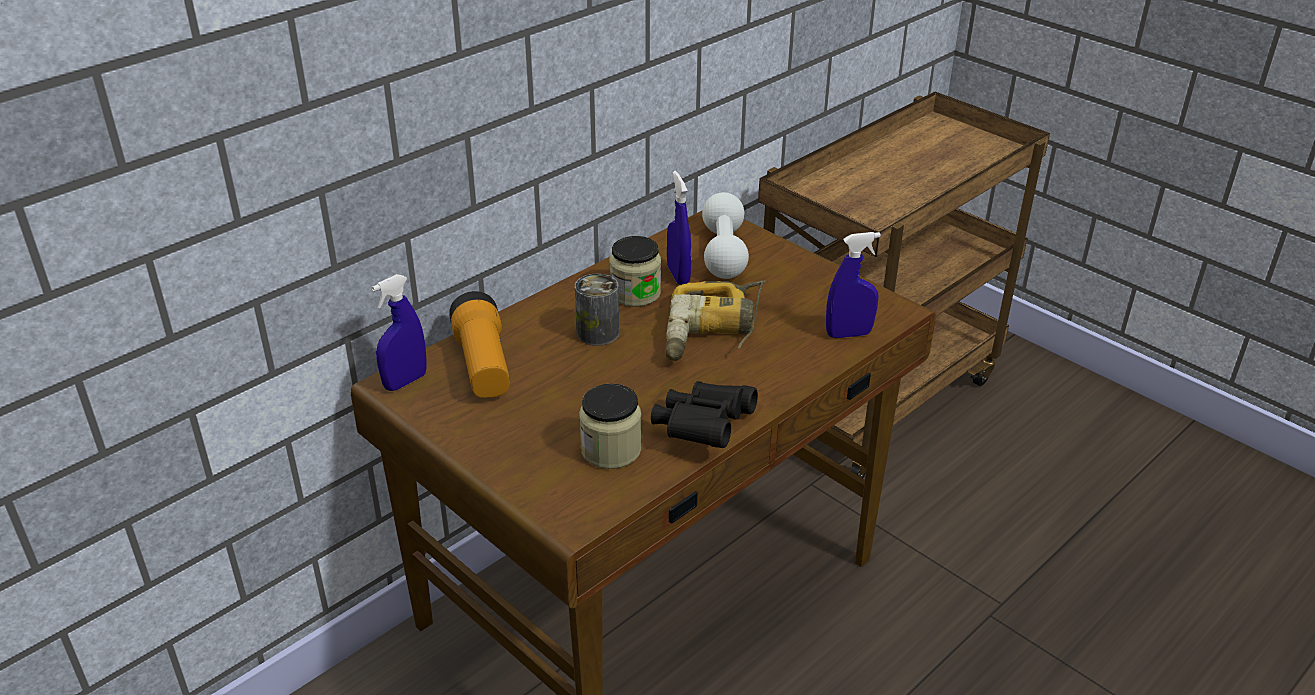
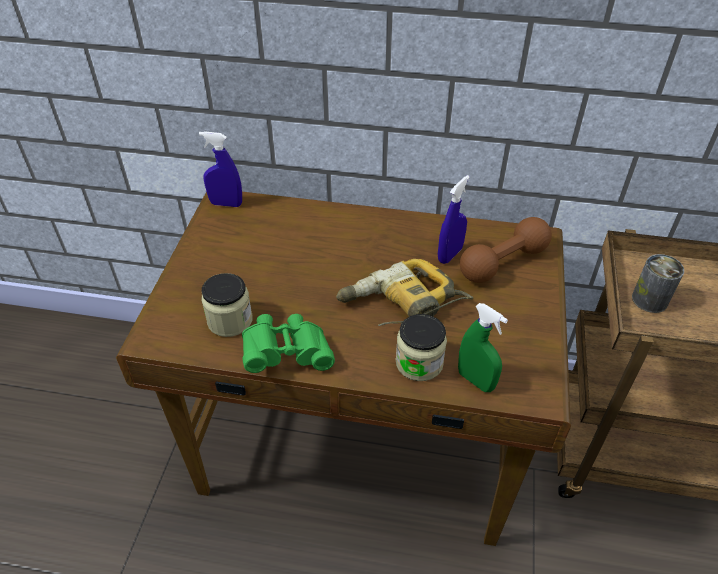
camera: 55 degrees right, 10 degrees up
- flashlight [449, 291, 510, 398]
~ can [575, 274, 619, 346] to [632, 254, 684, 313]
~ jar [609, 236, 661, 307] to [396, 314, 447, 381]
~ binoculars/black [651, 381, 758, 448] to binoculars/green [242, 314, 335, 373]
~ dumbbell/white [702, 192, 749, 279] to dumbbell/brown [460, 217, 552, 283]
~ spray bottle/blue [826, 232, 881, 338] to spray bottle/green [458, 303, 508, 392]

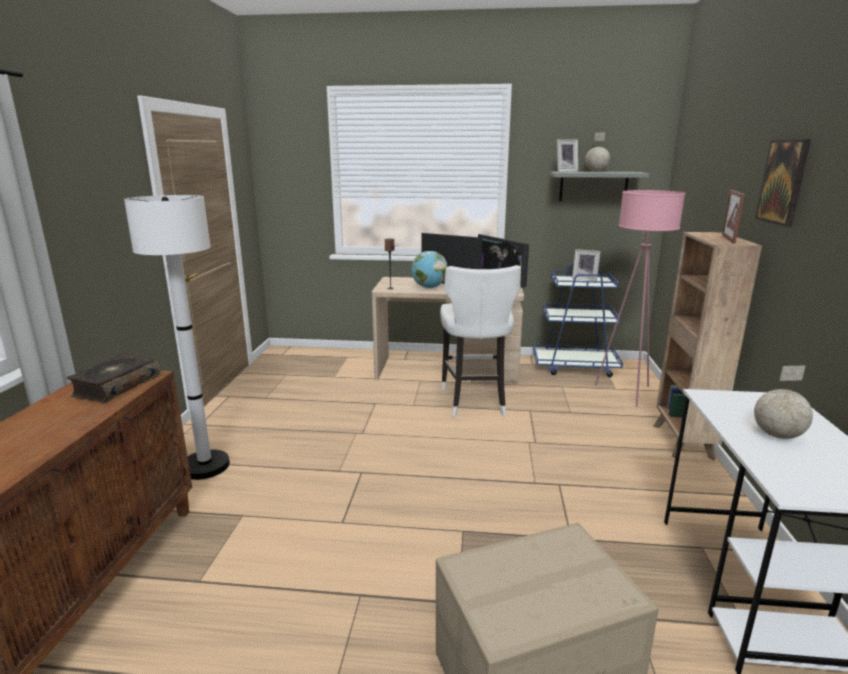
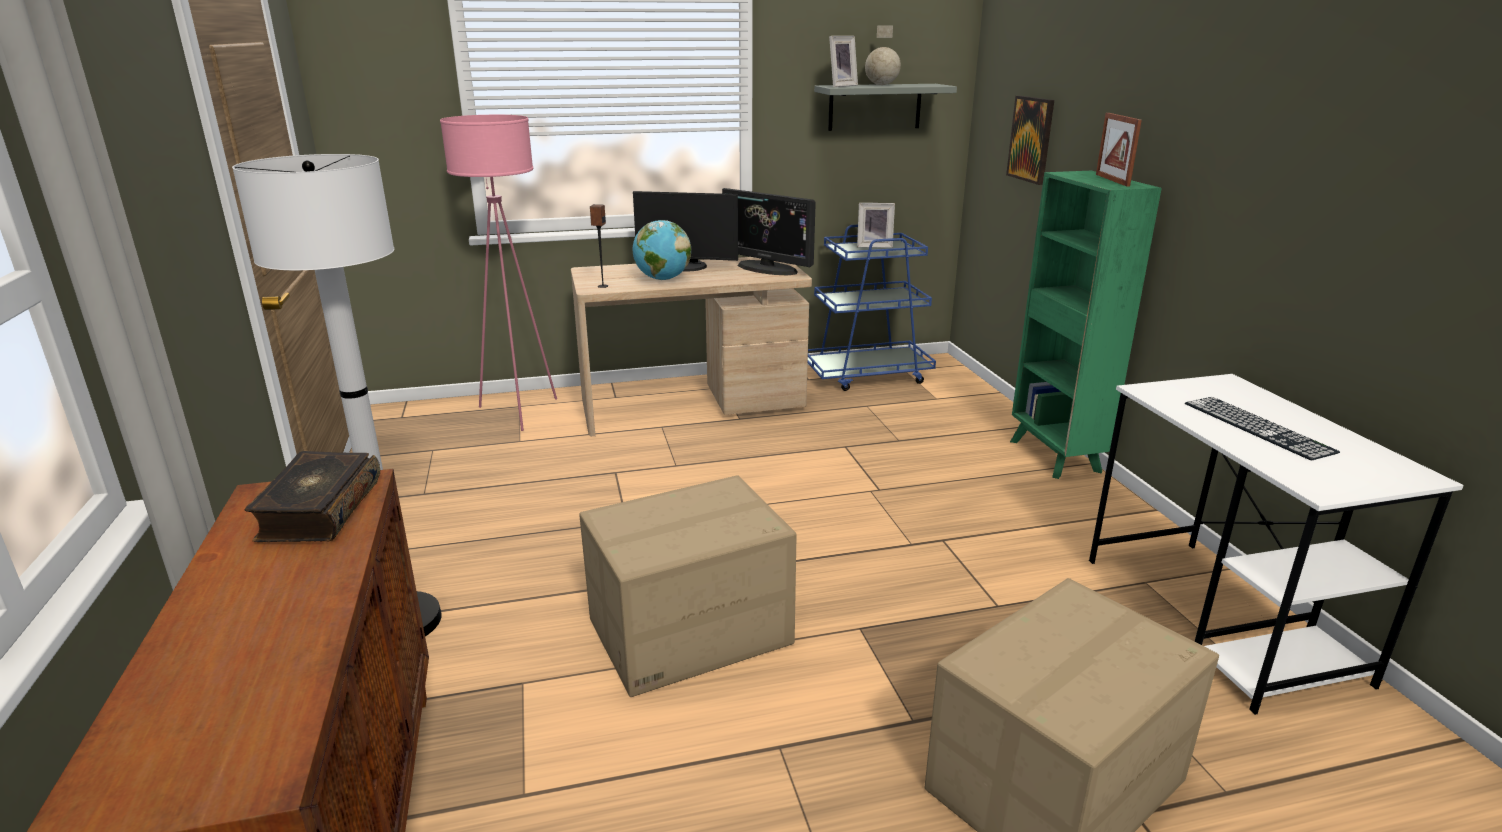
camera: 20 degrees left, 5 degrees up
- stool/white [440, 265, 521, 417]
~ floor lamp/pink [595, 190, 685, 407] to [440, 115, 557, 431]
~ bookcase/brown [653, 232, 762, 460] to bookcase/green [1010, 171, 1162, 479]
~ globe [754, 366, 813, 439] to keyboard [1185, 397, 1340, 460]
~ picture [755, 139, 811, 227] to [1006, 96, 1054, 185]
+ cardboard box [579, 475, 797, 697]

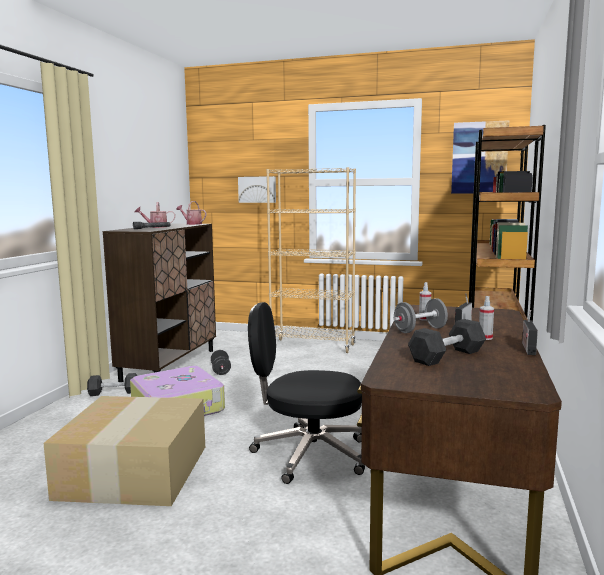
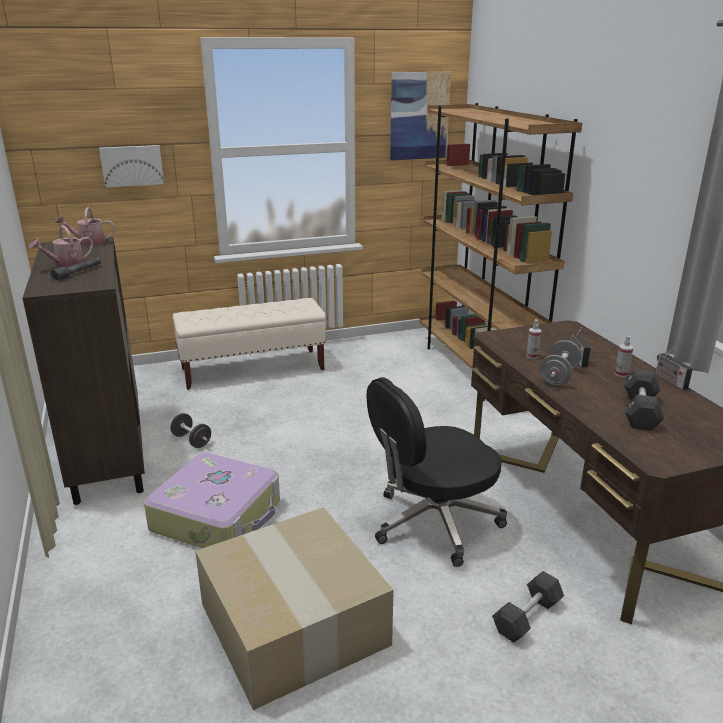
camera: 35 degrees left, 15 degrees up
~ dumbbell/black [87, 373, 138, 396] to [492, 571, 564, 643]
~ bookcase/beige [266, 167, 356, 353] to bench/beige [173, 298, 326, 390]

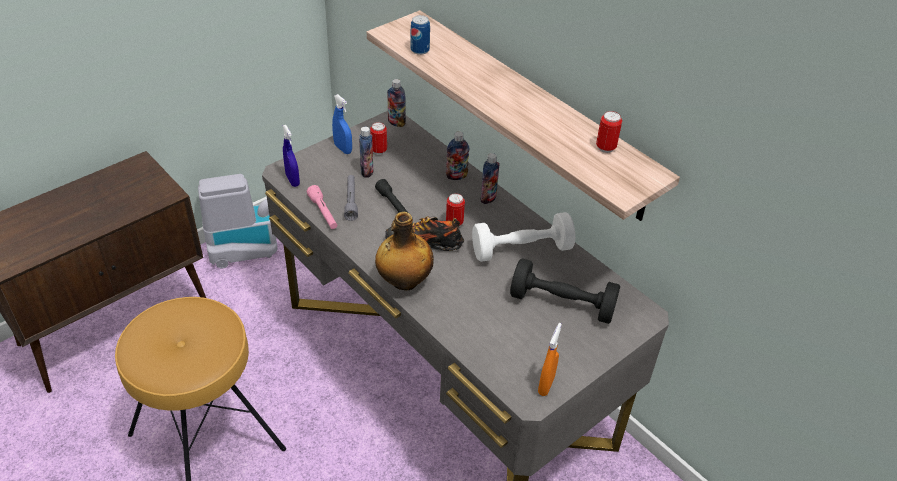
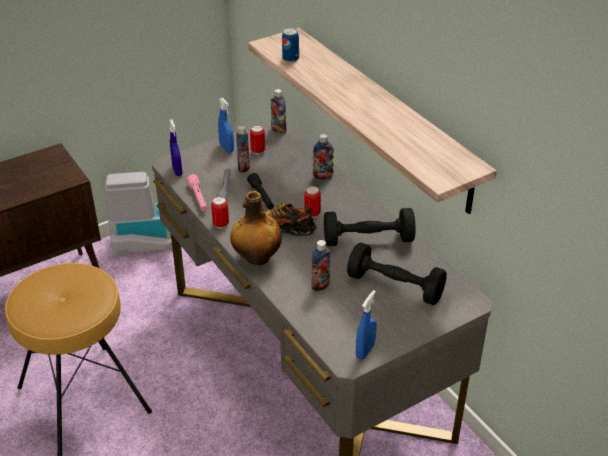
camera: 10 degrees right, 5 degrees down
~ dumbbell/white [472, 212, 575, 262] to dumbbell/black [324, 208, 416, 246]
~ bottle [480, 153, 500, 204] to [312, 240, 330, 291]
~ spray bottle/orange [538, 323, 562, 396] to spray bottle/blue [356, 290, 377, 359]
~ can [596, 111, 622, 153] to [211, 196, 229, 229]

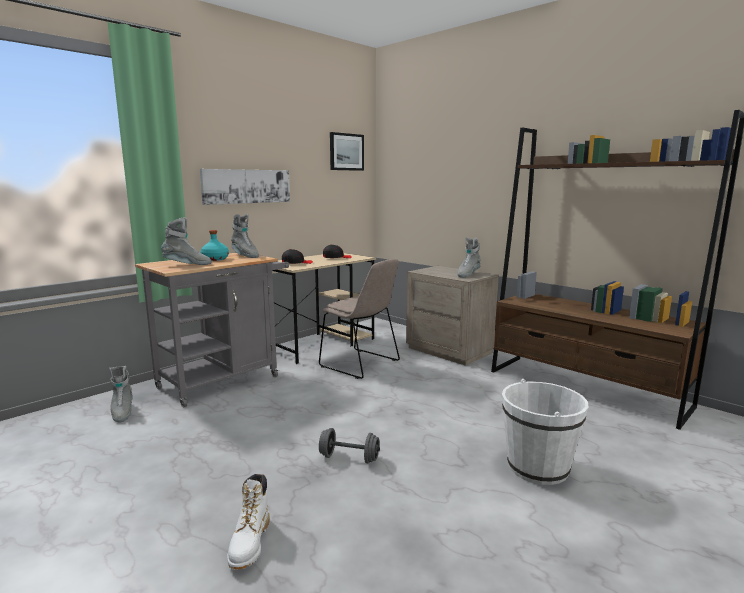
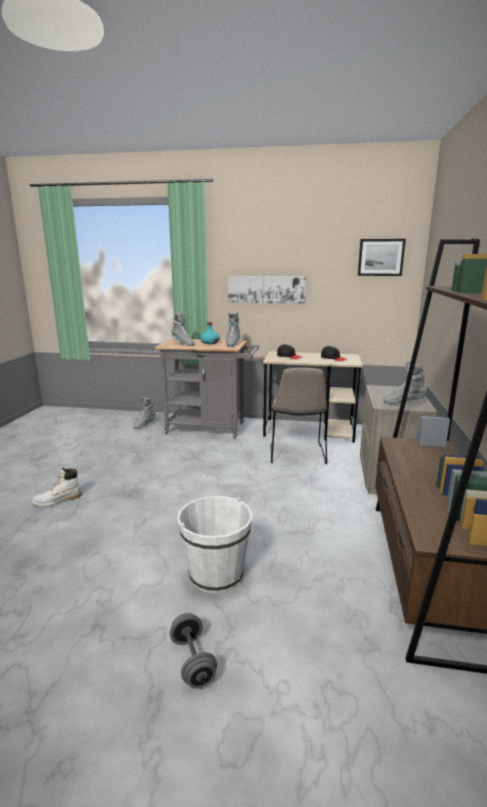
camera: 55 degrees right, 5 degrees up
~ dumbbell/grey [319, 428, 380, 463] to [170, 613, 217, 689]

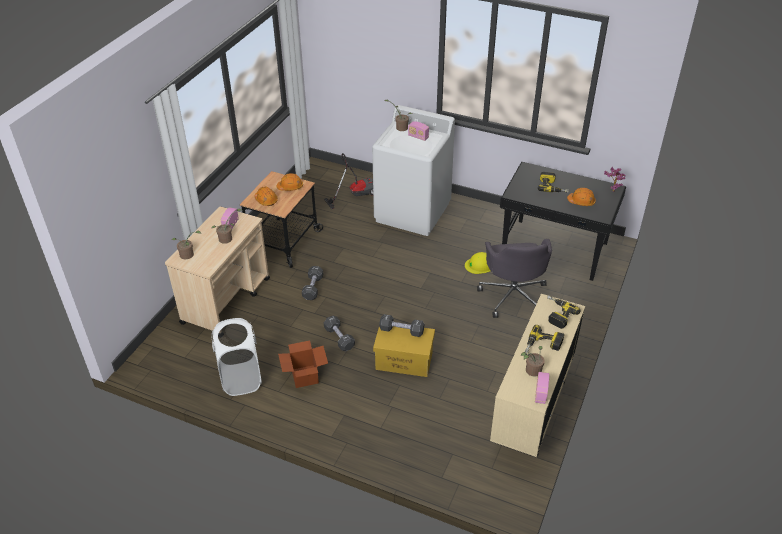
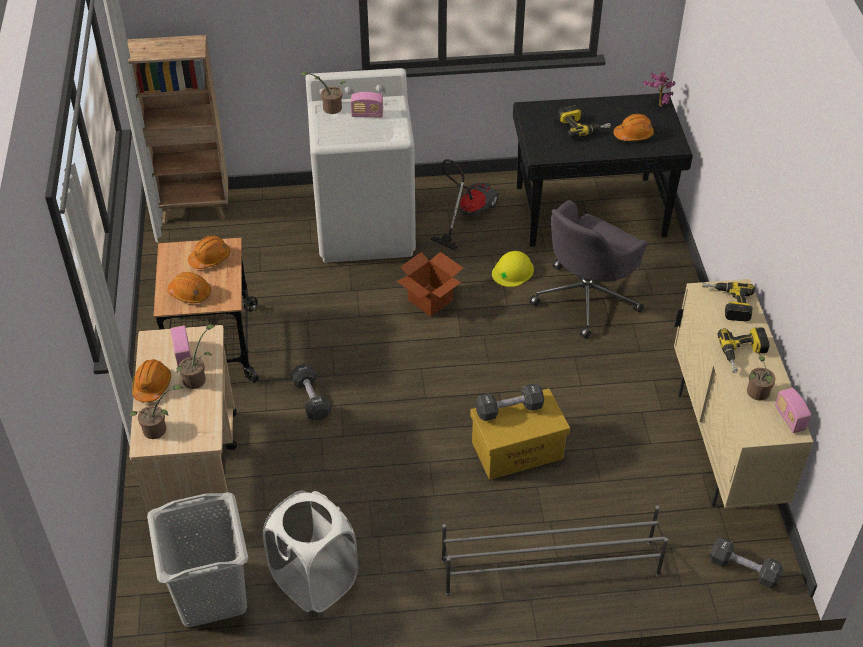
camera: 30 degrees left, 5 degrees up
~ cardboard box [278, 341, 328, 388] to [397, 252, 463, 317]
~ vacuum cleaner [324, 153, 373, 209] to [430, 159, 500, 251]
~ dumbbell/black [324, 316, 355, 351] to [709, 537, 783, 589]
~ office chair/grey [477, 239, 552, 318] = [529, 200, 648, 339] 75 degrees clockwise
+ bookcase/brown [127, 35, 228, 224]
+ hard hat/orange [132, 359, 171, 403]
+ laundry basket/grey [147, 492, 248, 627]
+ shoe rack/grey [442, 506, 668, 596]

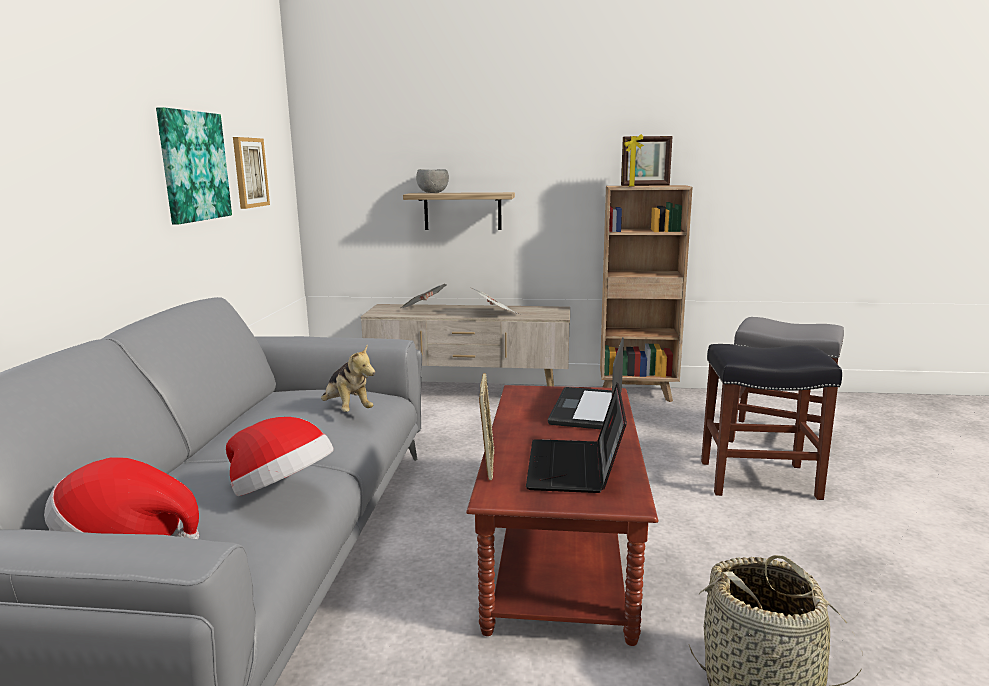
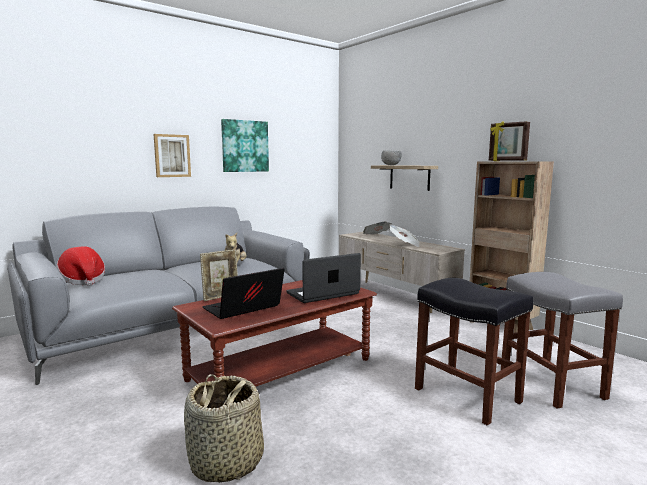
camera: 45 degrees right, 5 degrees down
- hat [226, 417, 334, 496]
~ picture [233, 137, 270, 209] to [154, 134, 191, 177]

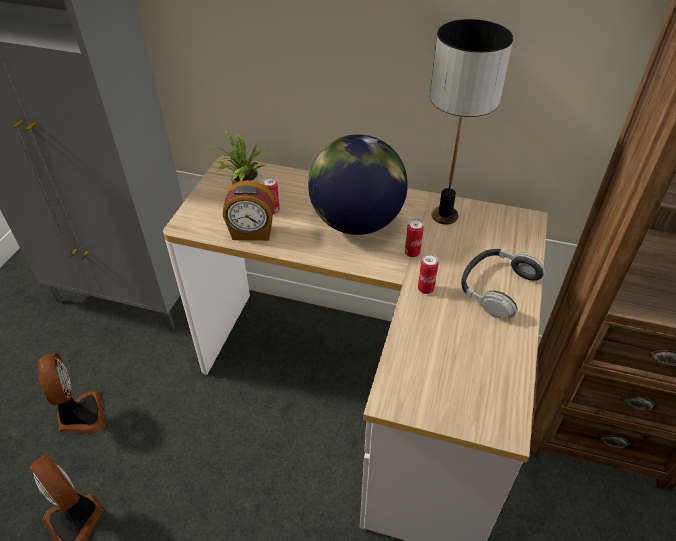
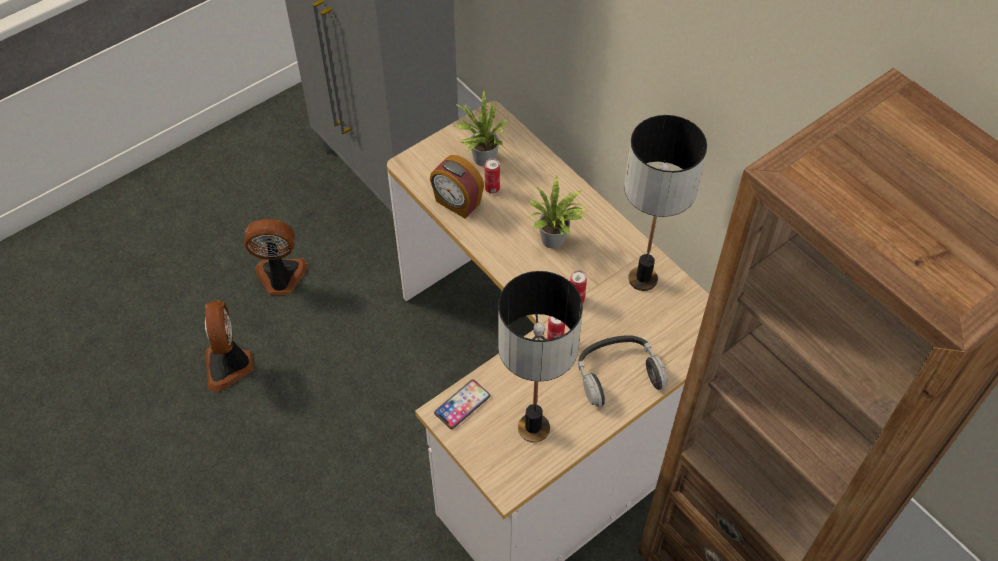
camera: 35 degrees right, 10 degrees up
~ fan [38, 353, 106, 434] = [244, 219, 308, 295] 105 degrees counterclockwise
~ globe [308, 134, 408, 235] to potted plant [527, 176, 591, 249]
+ phone [434, 379, 491, 429]
+ table lamp [498, 271, 583, 443]

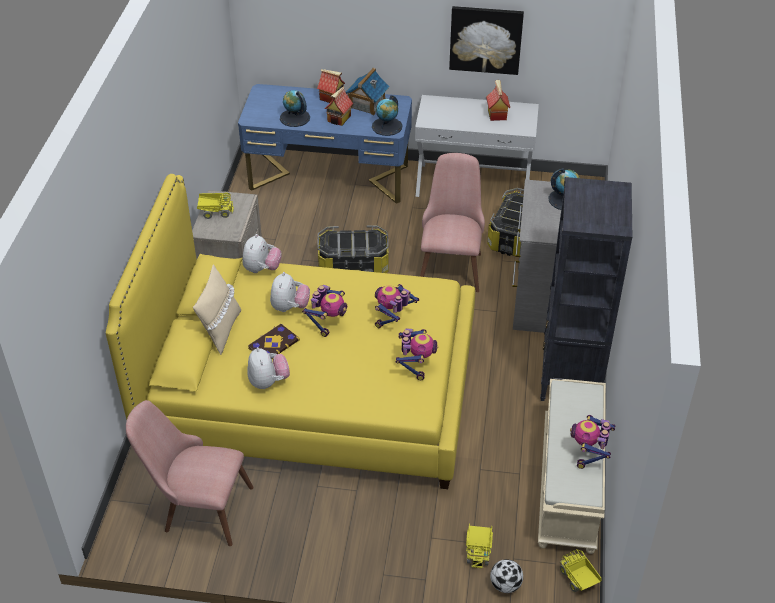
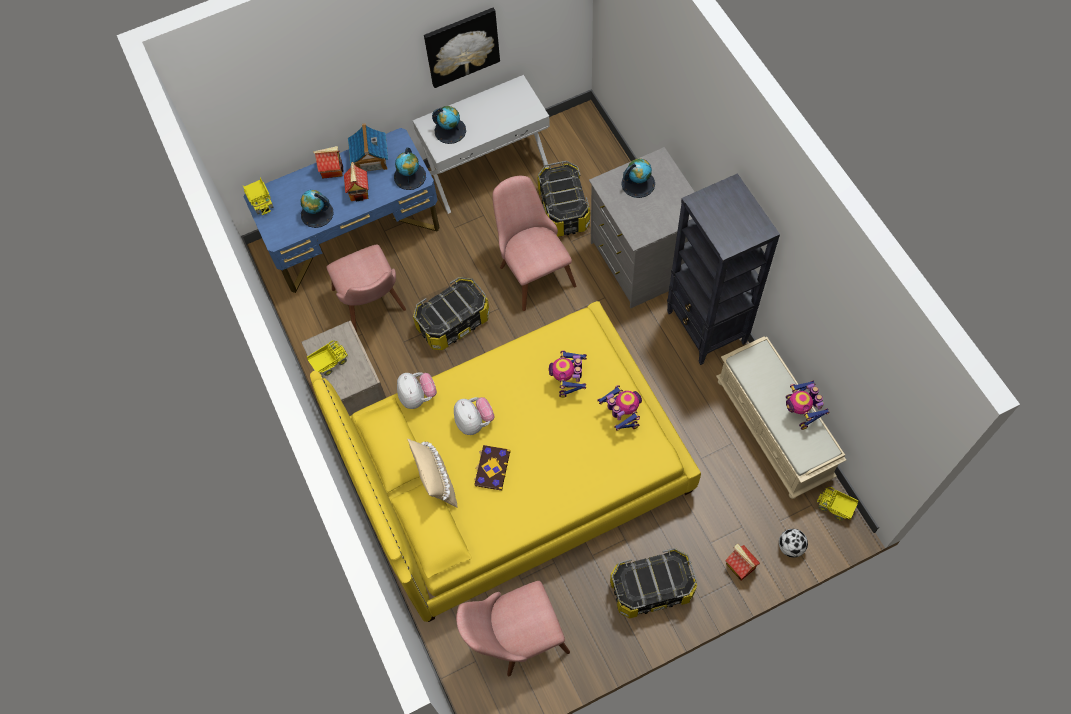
camera: 30 degrees left, 20 degrees up
- plush toy [247, 347, 290, 389]
- toy robot [302, 285, 347, 337]
~ toy truck [466, 523, 493, 568] to [243, 178, 274, 216]
~ toy house [486, 80, 510, 121] to [725, 544, 760, 580]
+ chair/pink [326, 245, 406, 332]
+ globe [432, 106, 466, 144]
+ storage box [610, 548, 697, 618]

